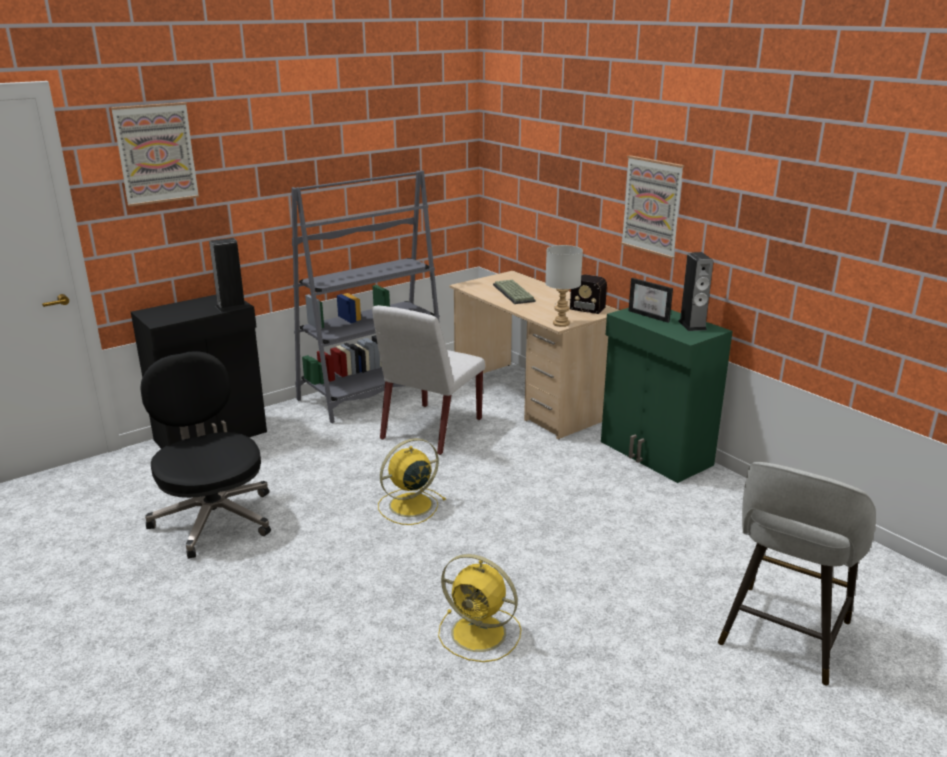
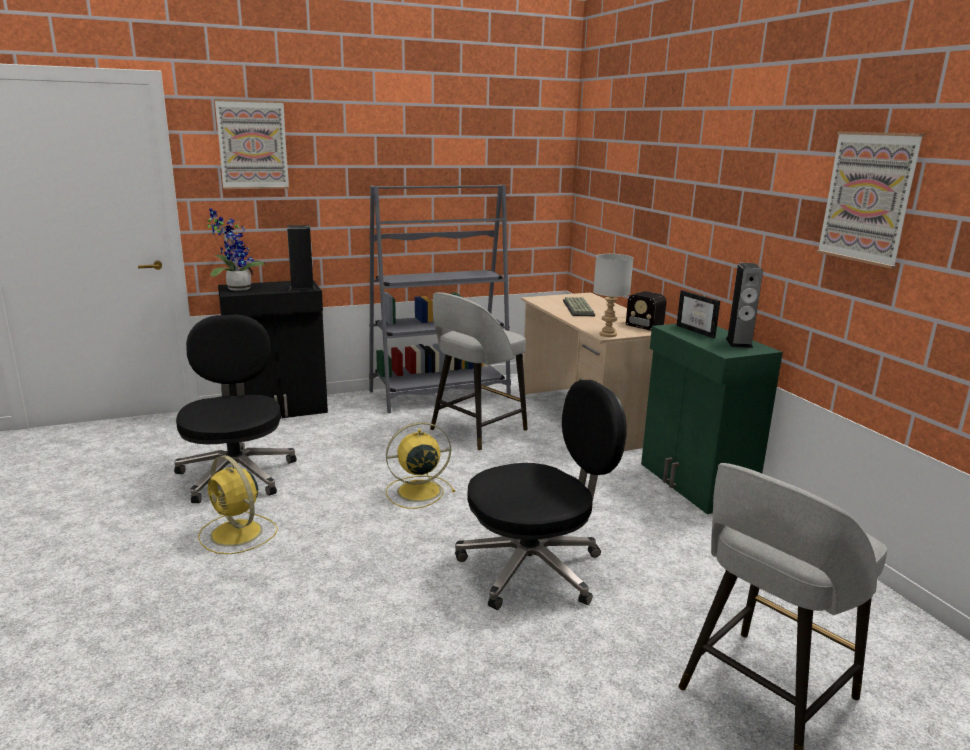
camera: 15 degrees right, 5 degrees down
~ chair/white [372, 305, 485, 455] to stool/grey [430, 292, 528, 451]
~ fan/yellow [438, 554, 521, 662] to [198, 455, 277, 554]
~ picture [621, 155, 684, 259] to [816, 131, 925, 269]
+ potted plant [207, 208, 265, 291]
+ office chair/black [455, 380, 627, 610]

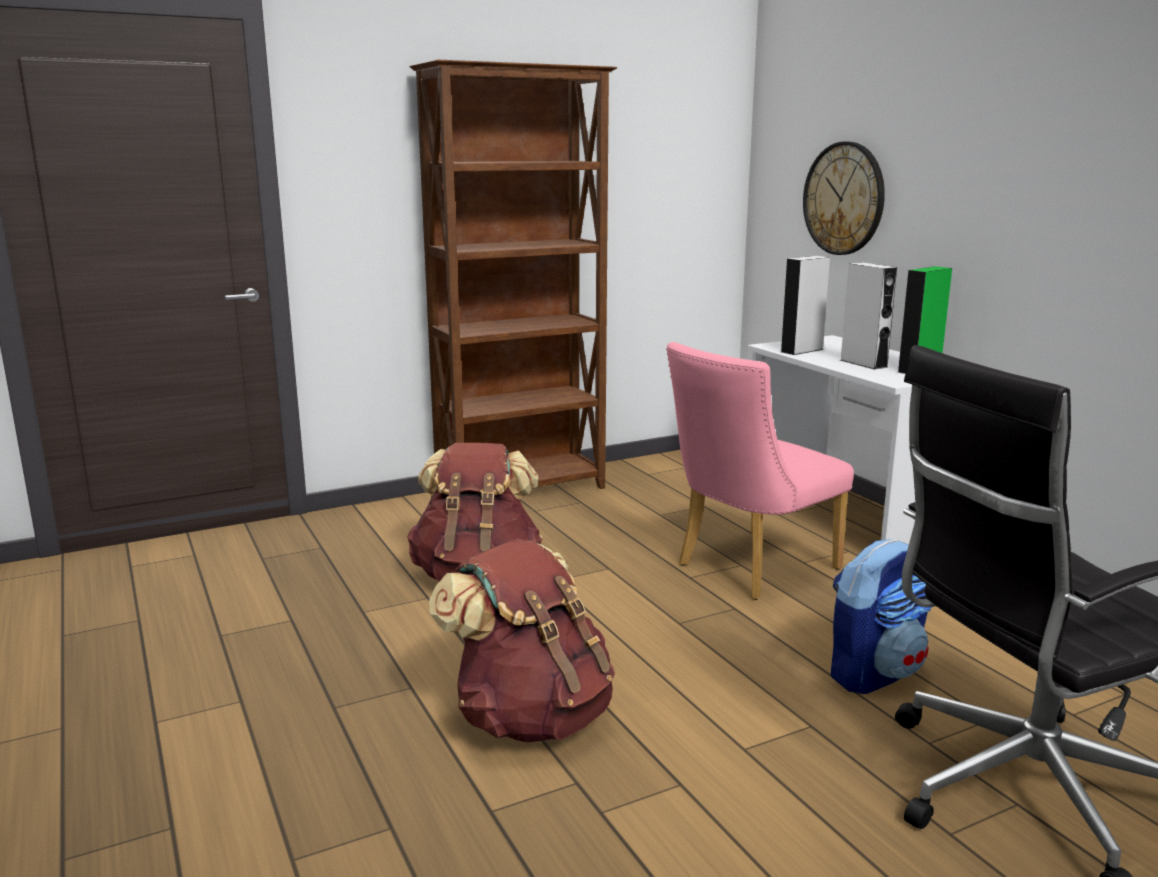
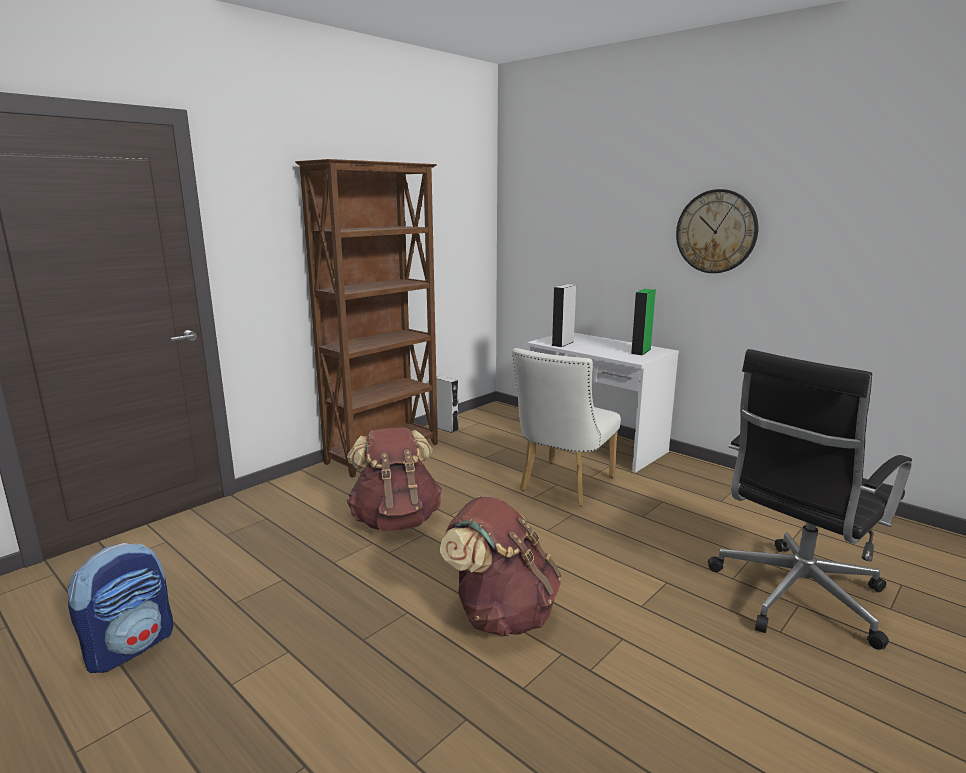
camera: 20 degrees left, 0 degrees up
~ chair/pink [666, 342, 854, 600] to chair/white [512, 348, 621, 506]
~ wall clock [803, 142, 885, 255] to [676, 189, 758, 273]
~ backpack [831, 539, 932, 694] to [67, 543, 173, 673]
~ speaker/grey [840, 262, 897, 370] to [436, 376, 459, 433]

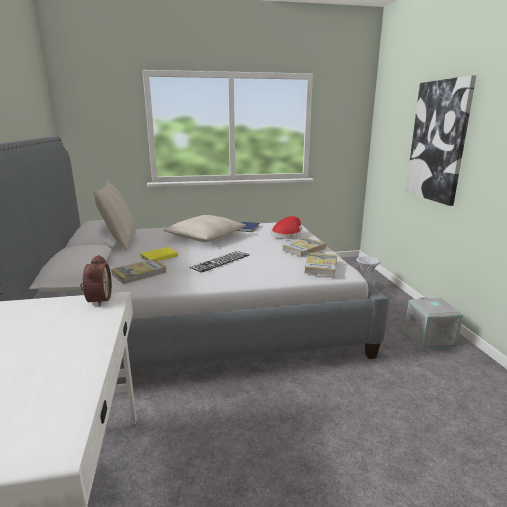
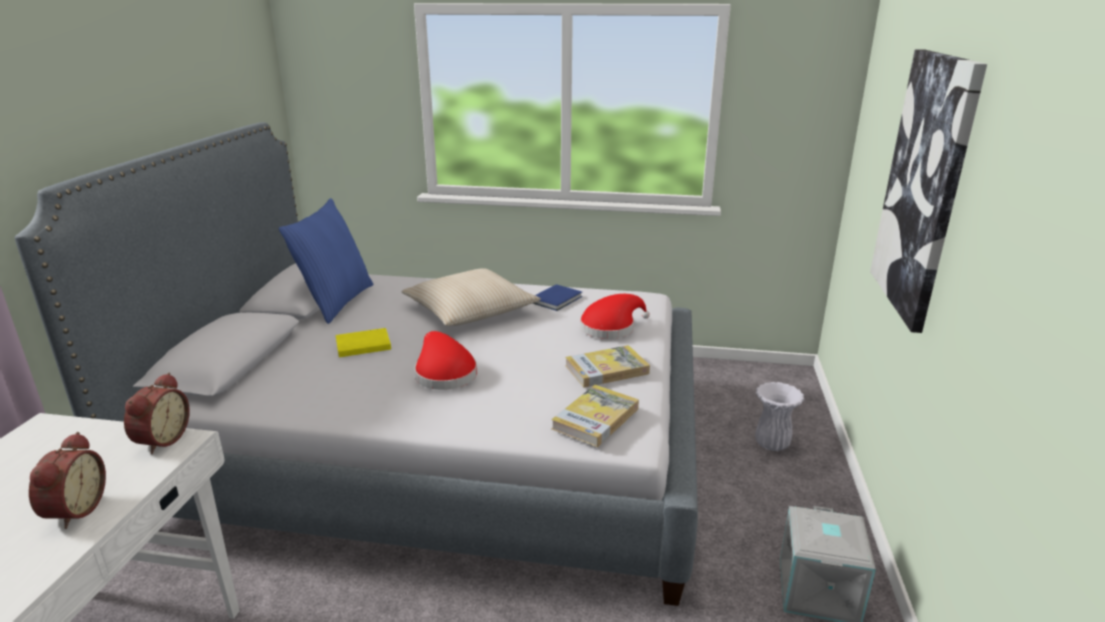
camera: 20 degrees right, 5 degrees up
~ pillow/beige [94, 181, 136, 251] to pillow/blue [279, 198, 374, 324]
- book [111, 259, 167, 284]
~ keyboard [190, 251, 250, 273] to hat/red [414, 331, 477, 390]
+ alarm clock [29, 432, 106, 529]

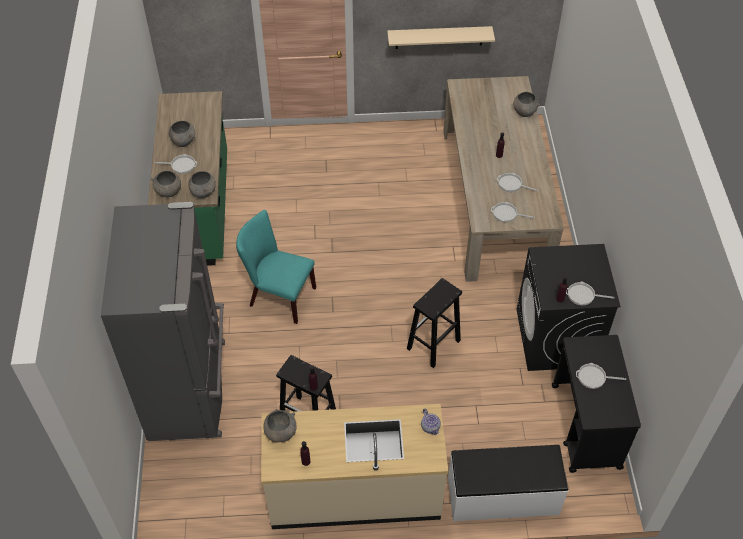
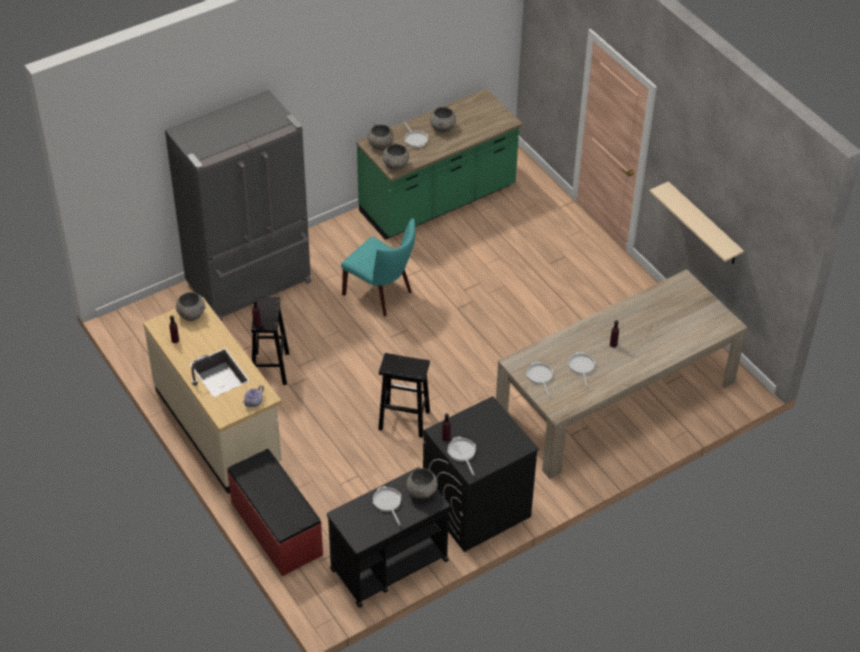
camera: 60 degrees right, 5 degrees down
~ chair/turquoise [236, 210, 316, 324] = [341, 218, 415, 317] 135 degrees clockwise
~ bench/white [448, 445, 568, 521] to bench/red [227, 449, 323, 576]
~ bowl/grey [513, 92, 540, 117] to [406, 468, 438, 499]

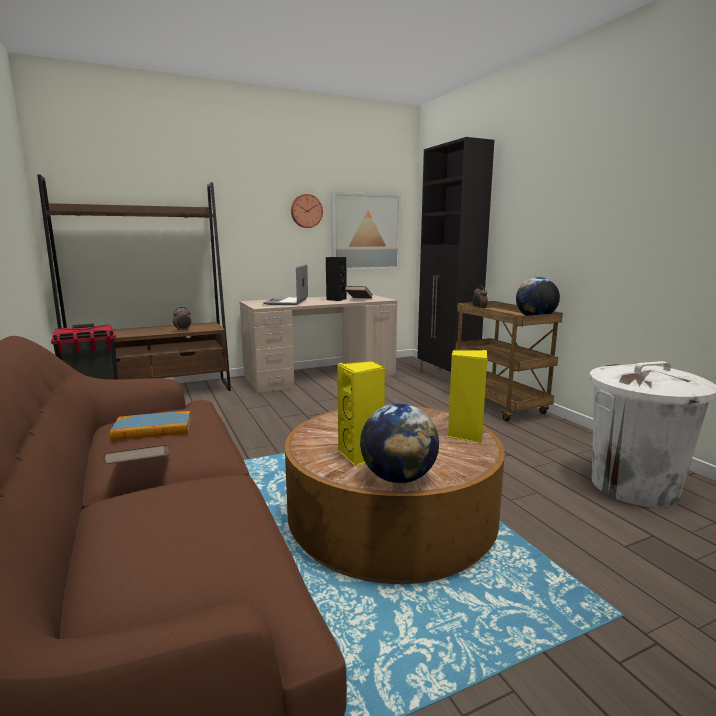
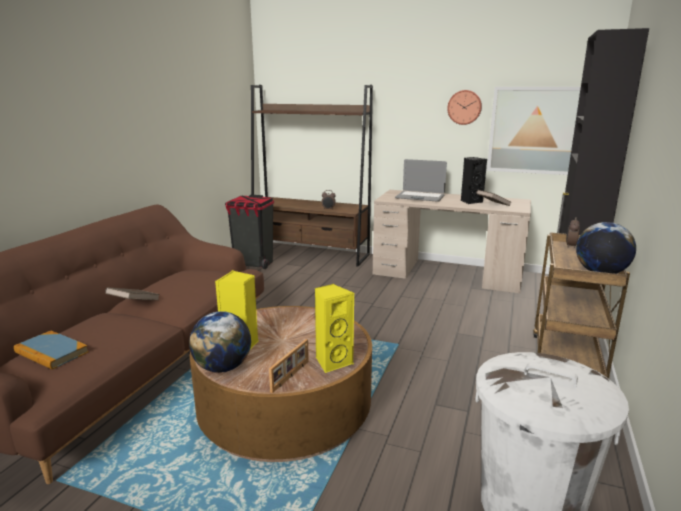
camera: 45 degrees right, 5 degrees up
~ book [110, 411, 191, 441] to [14, 331, 89, 370]
~ laptop [263, 264, 308, 305] = [395, 159, 447, 202] 120 degrees counterclockwise
+ picture frame [269, 339, 309, 393]

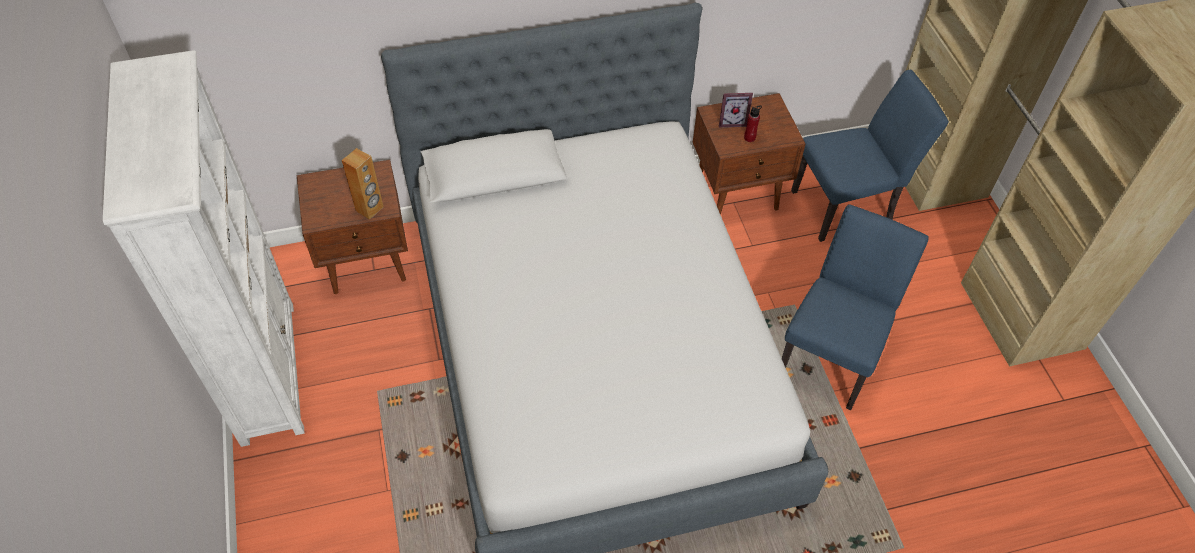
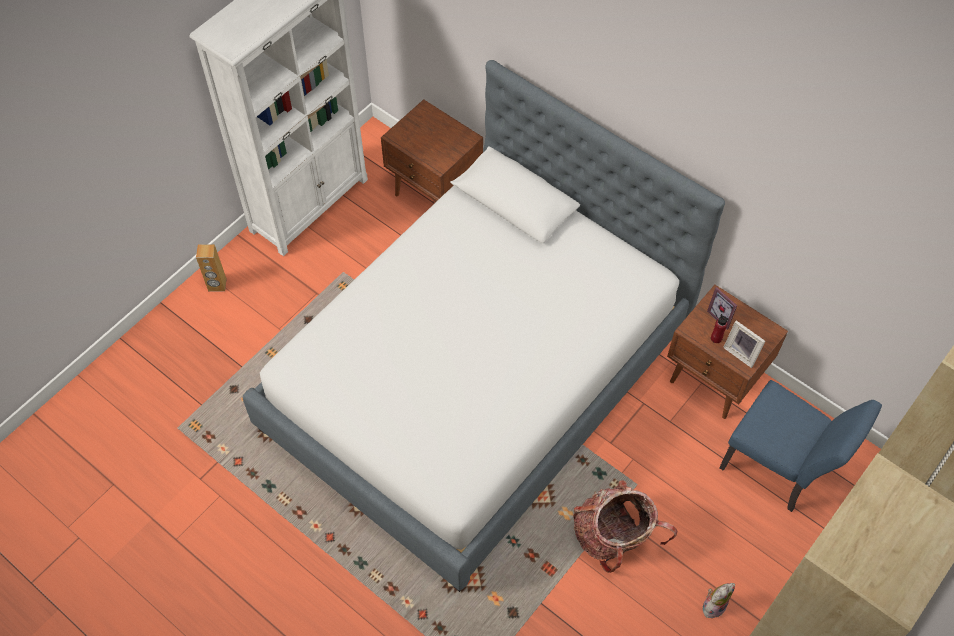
camera: 55 degrees right, 5 degrees up
~ speaker/brown [342, 148, 383, 220] to [196, 244, 227, 291]
~ chair/blue [782, 204, 929, 410] to backpack [573, 481, 677, 573]
+ plush toy [703, 583, 735, 618]
+ picture frame [723, 320, 765, 368]

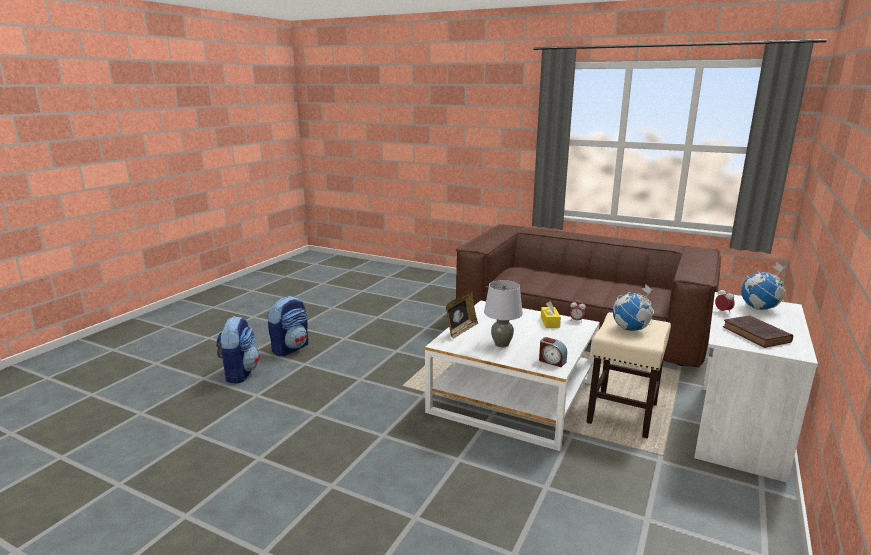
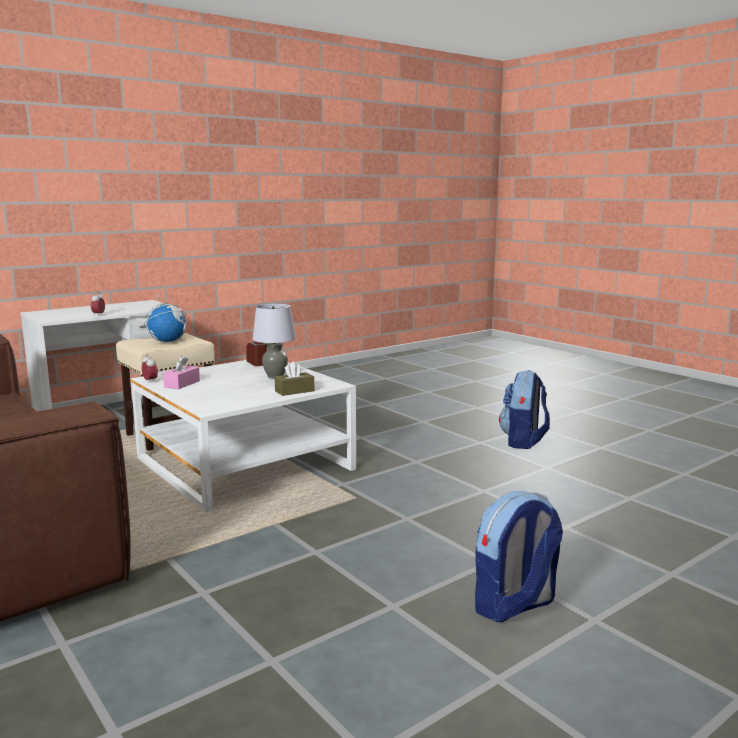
camera: 155 degrees left, 5 degrees down
~ backpack [216, 316, 260, 384] to [499, 370, 550, 449]
~ picture frame [446, 291, 478, 339] to tissue box/brown [275, 361, 314, 396]
~ tissue box/yellow [541, 301, 561, 328] to tissue box/pink [163, 356, 200, 389]
- book/brown [723, 315, 793, 348]
- globe [741, 262, 786, 310]

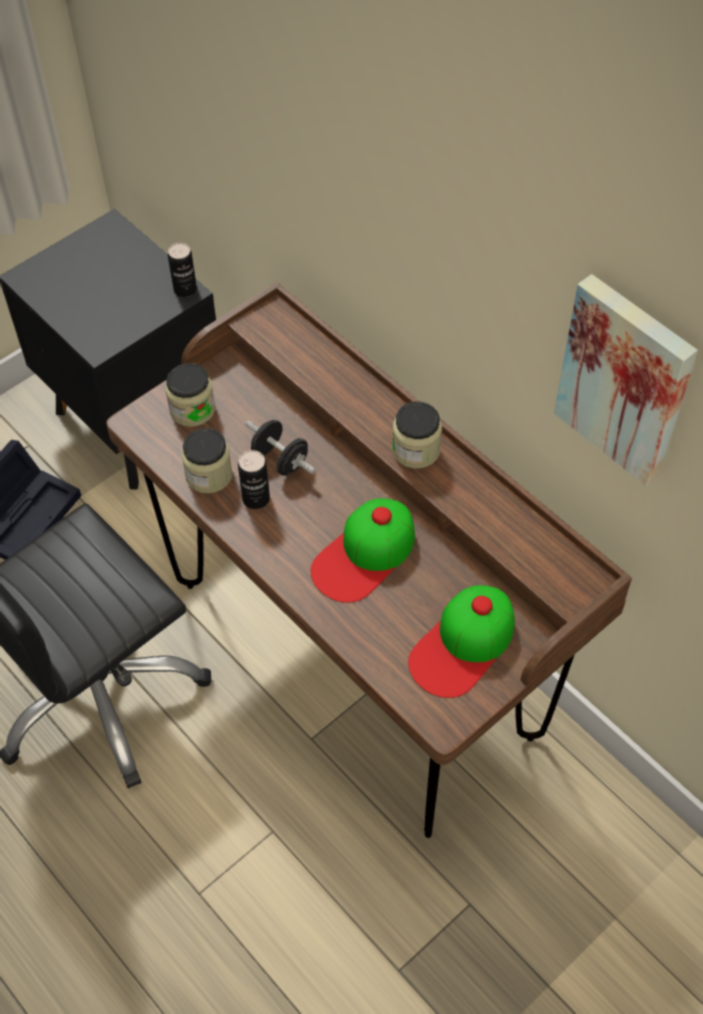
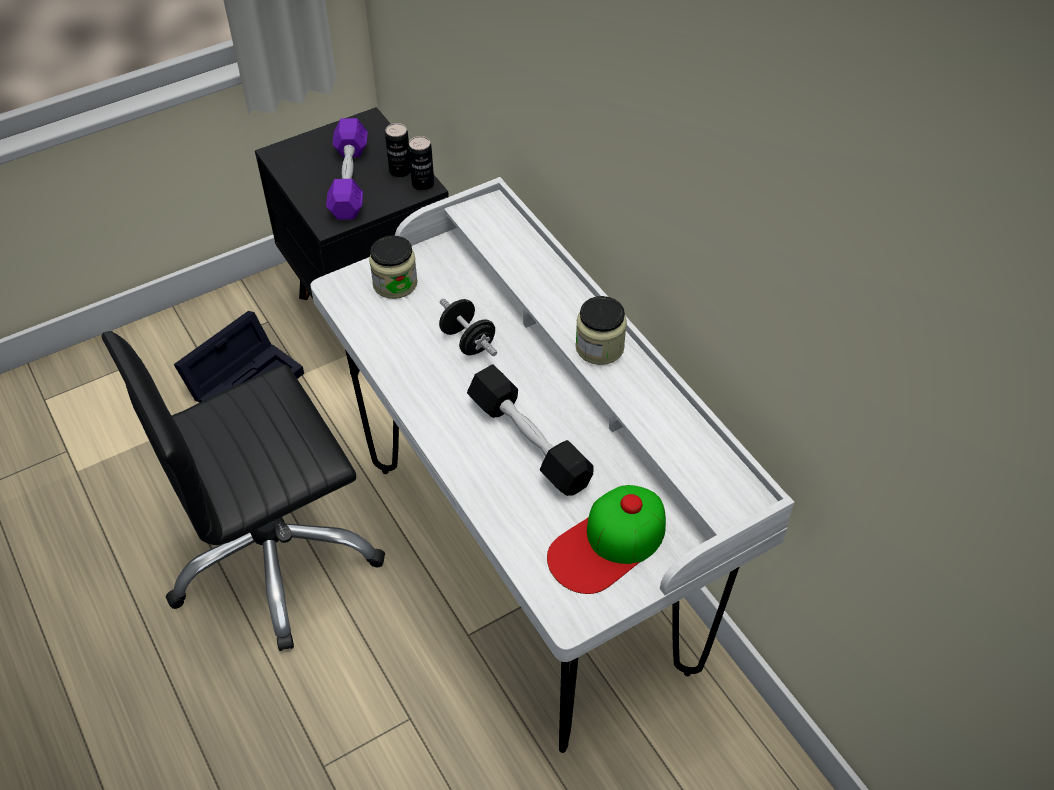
camera: 10 degrees right, 5 degrees down
~ desk/brown [106, 282, 632, 838] to desk/white [311, 177, 794, 753]
- jar [181, 428, 233, 494]
~ can [238, 450, 270, 509] to [385, 123, 411, 177]
~ cap [311, 498, 415, 603] to dumbbell/black [467, 365, 594, 496]
- picture [554, 274, 698, 486]
+ dumbbell/purple [326, 118, 368, 220]

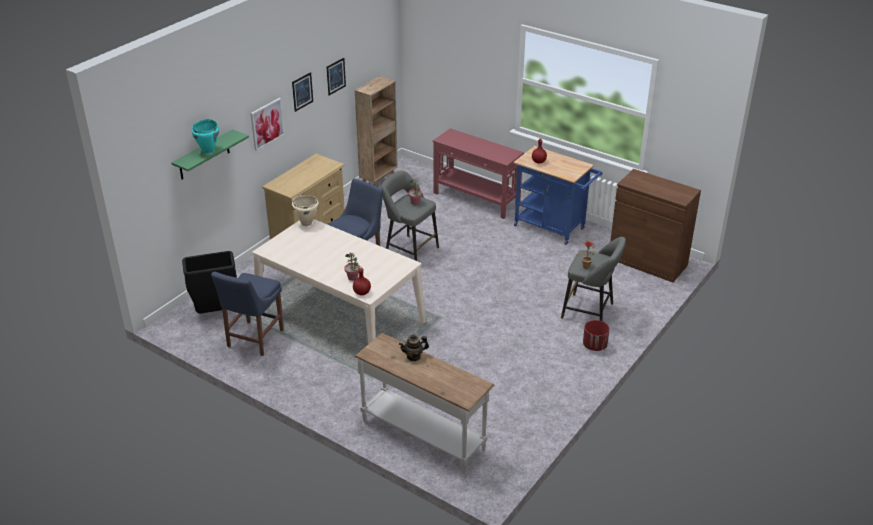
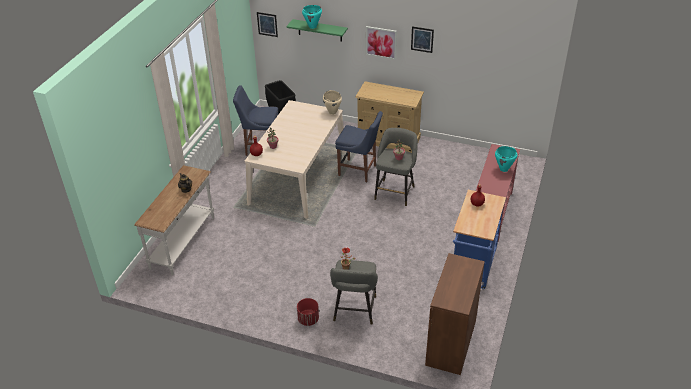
camera: 75 degrees right, 5 degrees up
~ picture [326, 58, 346, 96] to [257, 12, 278, 37]
- bookcase/brown [355, 76, 398, 187]
+ cooking pot/turquoise [495, 146, 518, 172]

